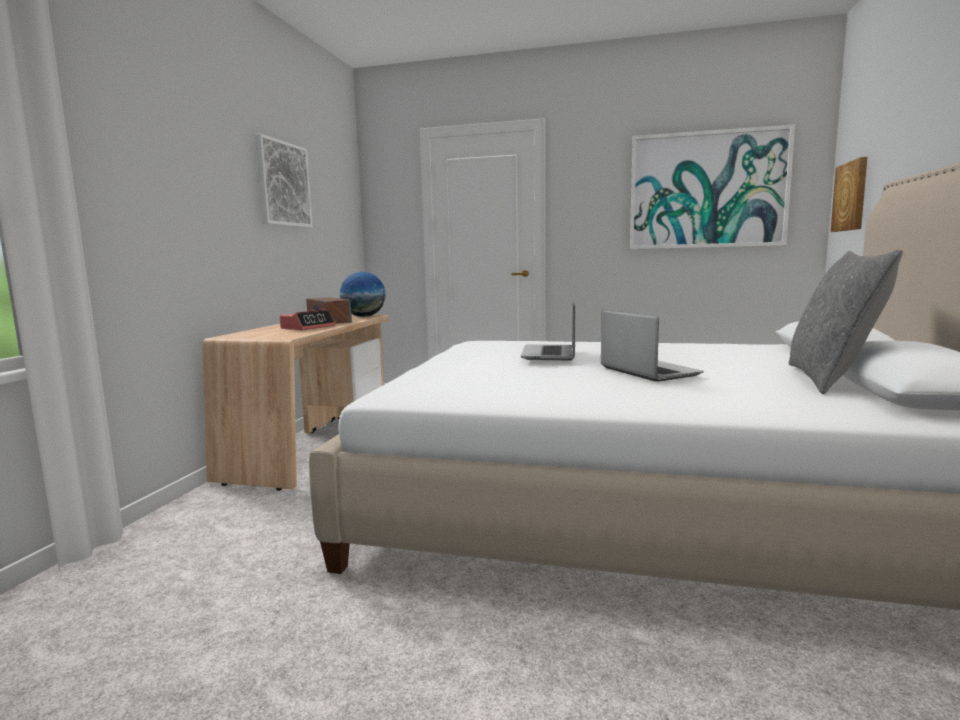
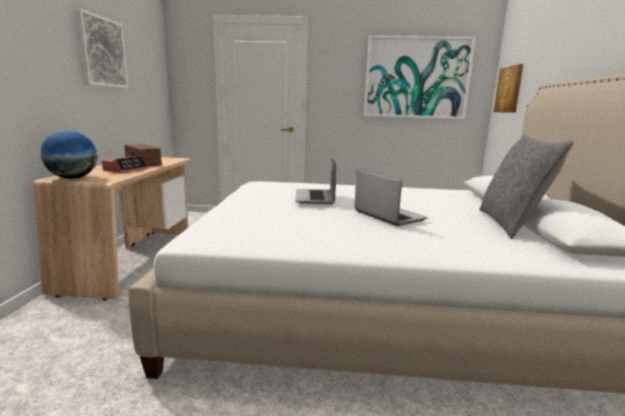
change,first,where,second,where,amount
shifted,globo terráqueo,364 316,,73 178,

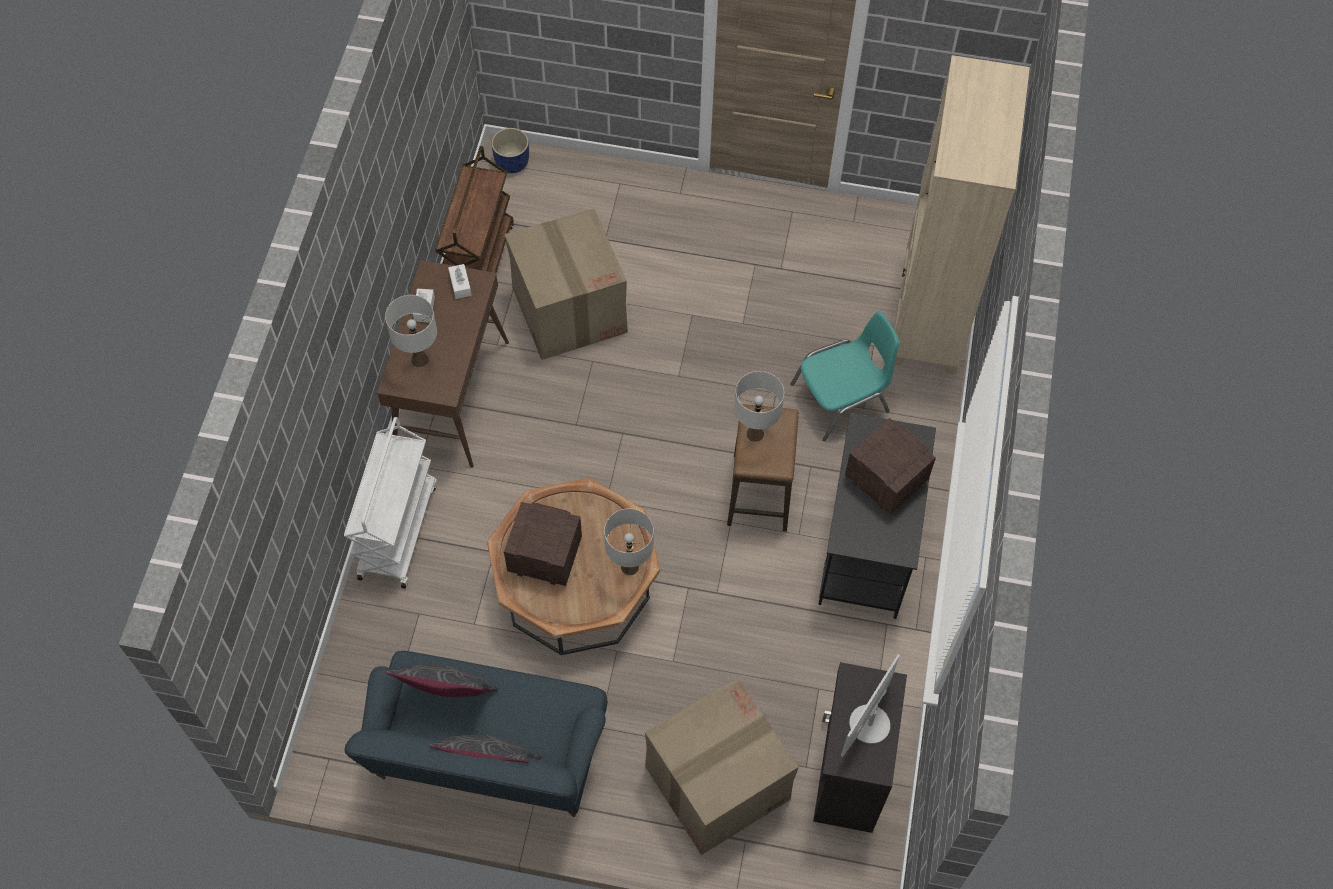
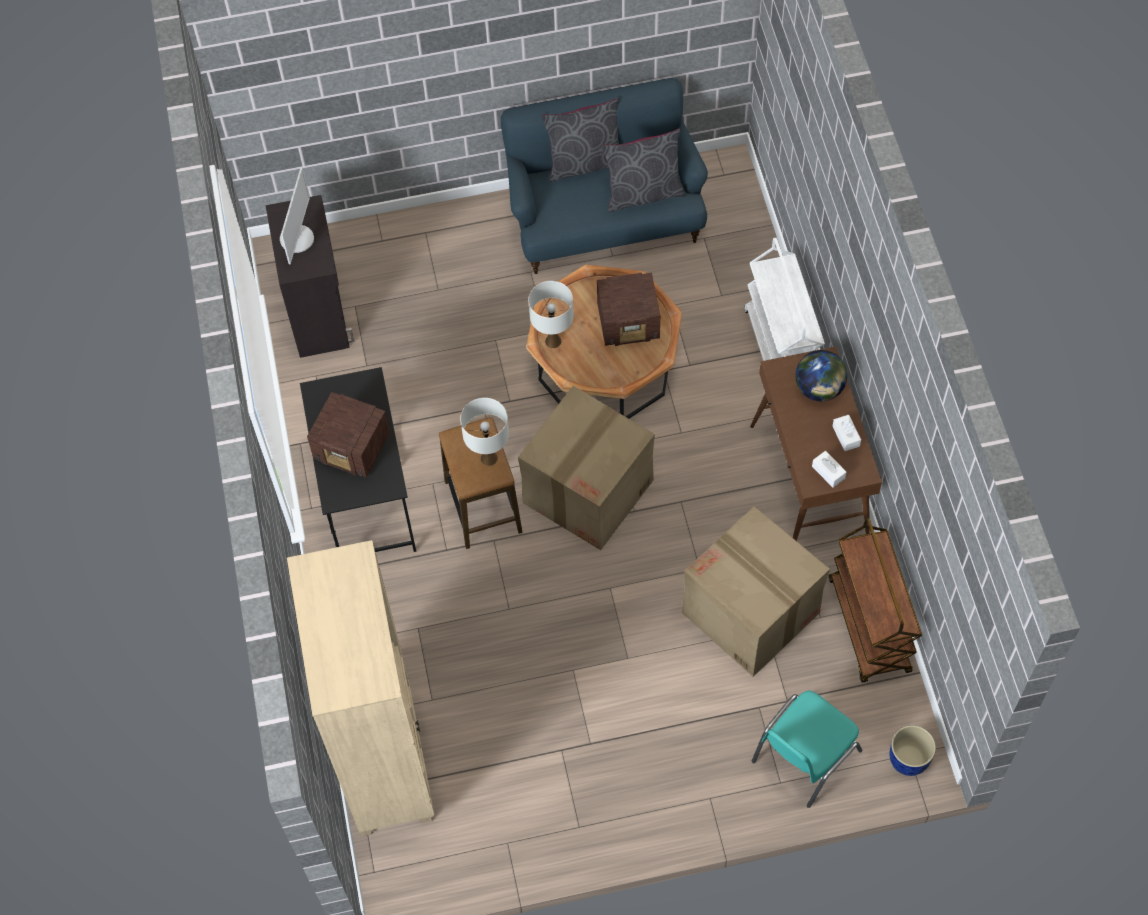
change,first,where,second,where,amount
shifted,caja de cartón,716 783,,588 490,
shifted,silla [turquesa],842 398,,804 756,
swapped,lámpara de mesa [blanco],419 359,globo terráqueo,819 389,

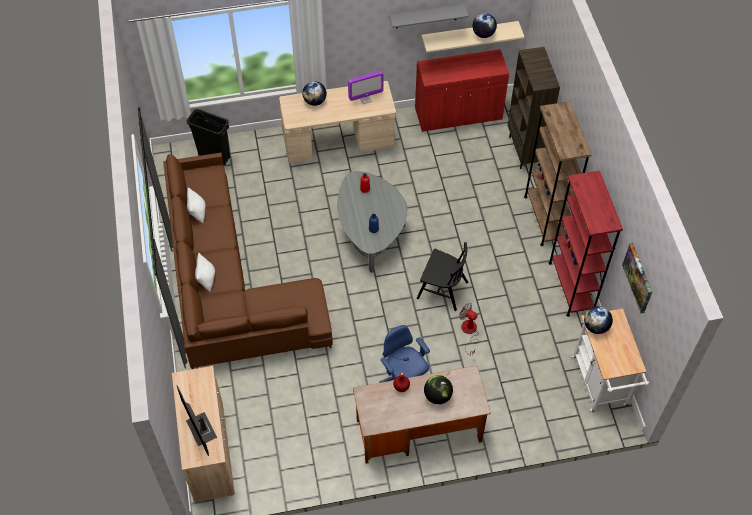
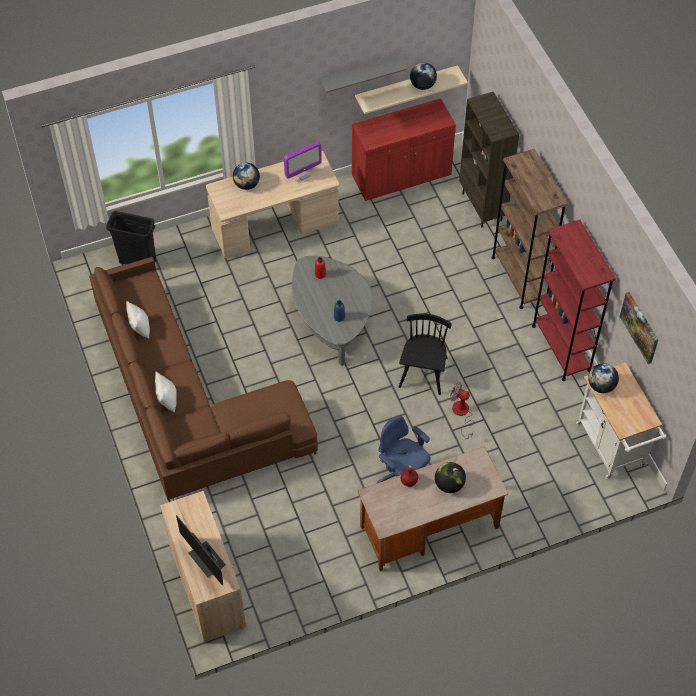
change,first,where,second,where,amount
rotated,silla [negro],442 290,,423 373,90 degrees counterclockwise

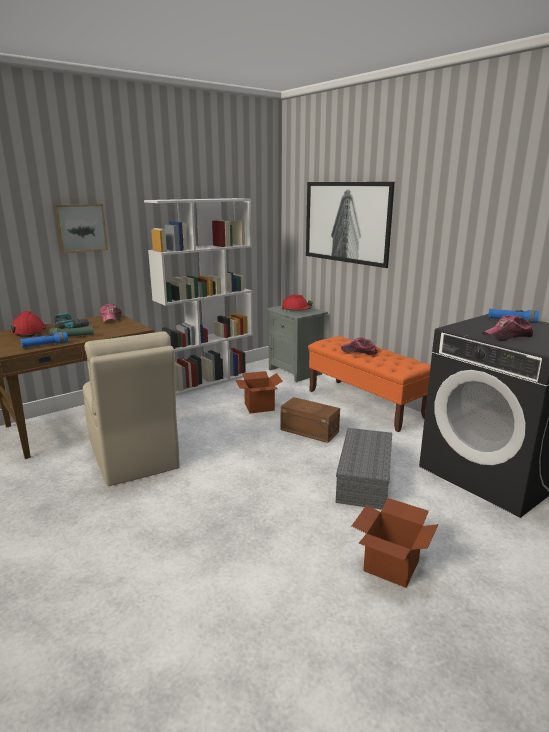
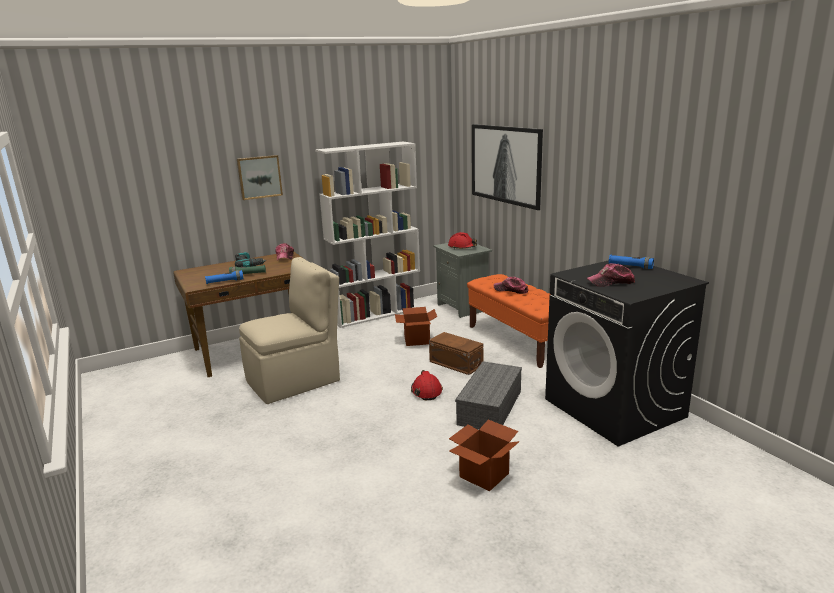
change,first,where,second,where,amount
rotated,silla [beis],134 458,,295 380,105 degrees counterclockwise
shifted,casco [rojo],29 332,,426 391,

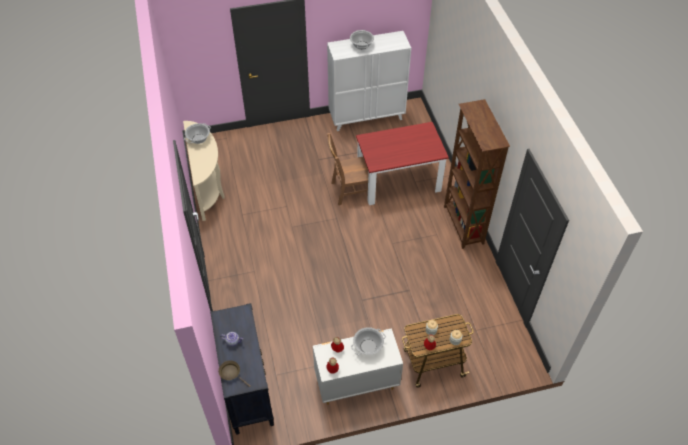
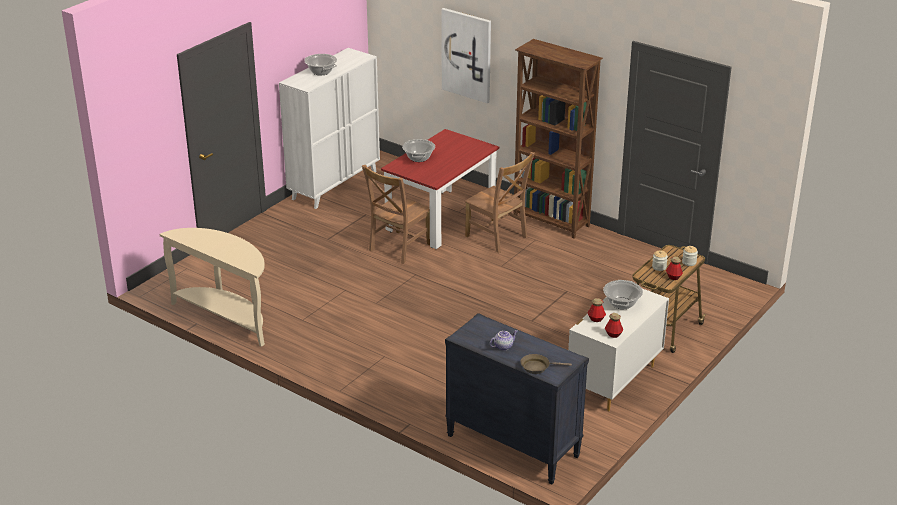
change,first,where,second,where,amount
shifted,olla,198 139,,419 158,
new,,,cuadro,467 55,
new,,,silla [marrón],497 237,

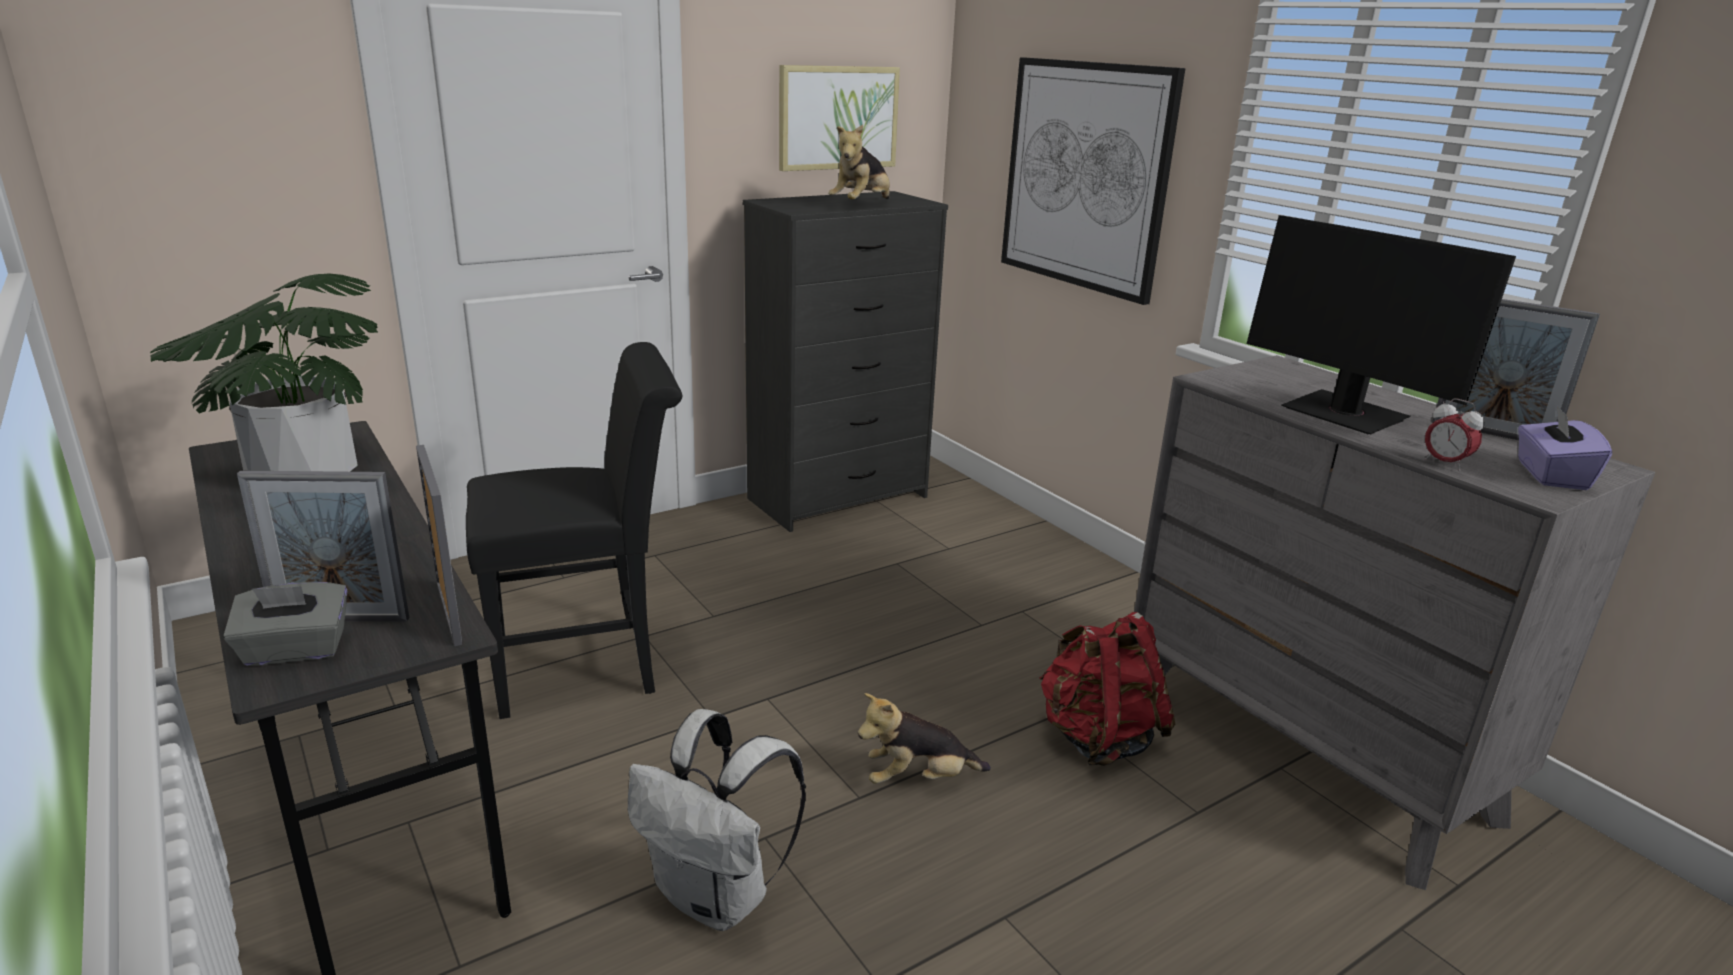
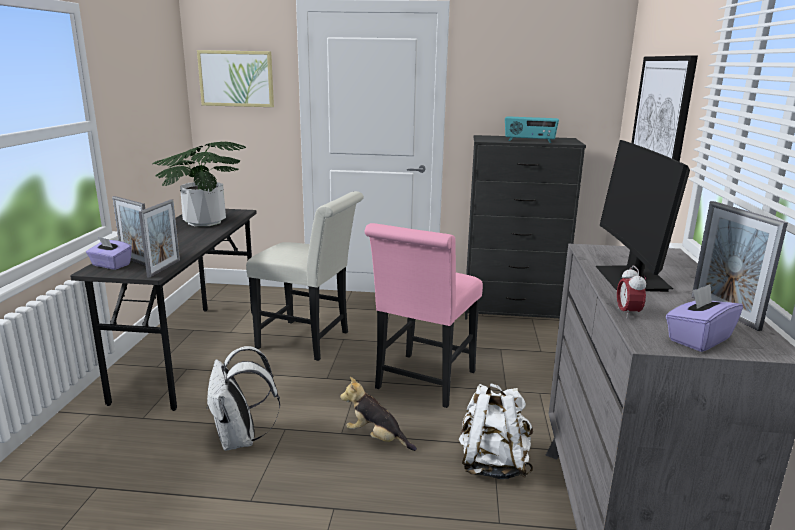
change,first,where,second,where,amount
repainted,caja de pañuelos [gris],295 650,caja de pañuelos [morado],110 265,
shifted,cuadro,838 117,,236 78,
repainted,silla [negro],588 663,silla [blanco],309 341,
new,,,silla [rosa],422 383,
repainted,mochila [rojo],1097 739,mochila [blanco],492 464,
swapped,peluche,861 205,radio,529 141,

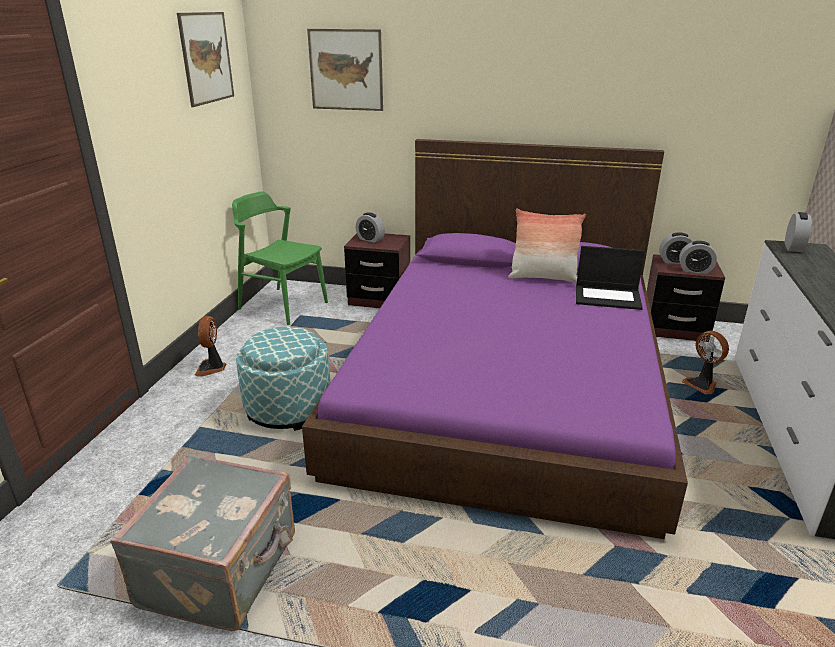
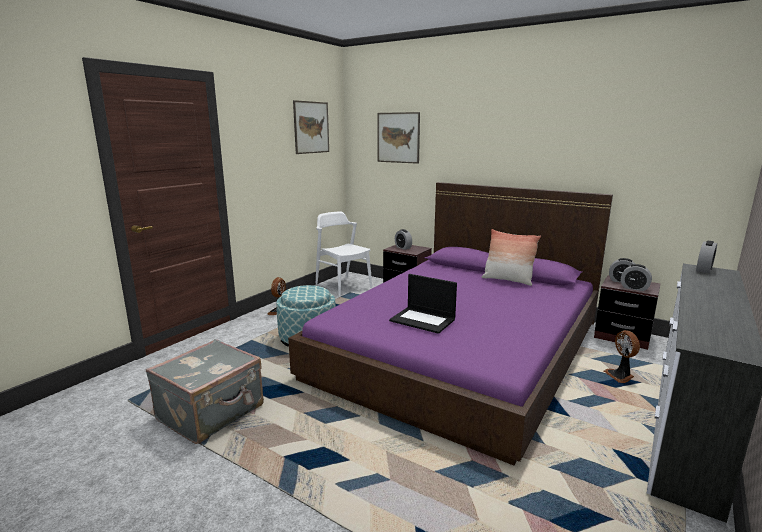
change,first,where,second,where,amount
repainted,silla [verde],283 305,silla [blanco],343 286,
shifted,portátil,608 297,,423 320,

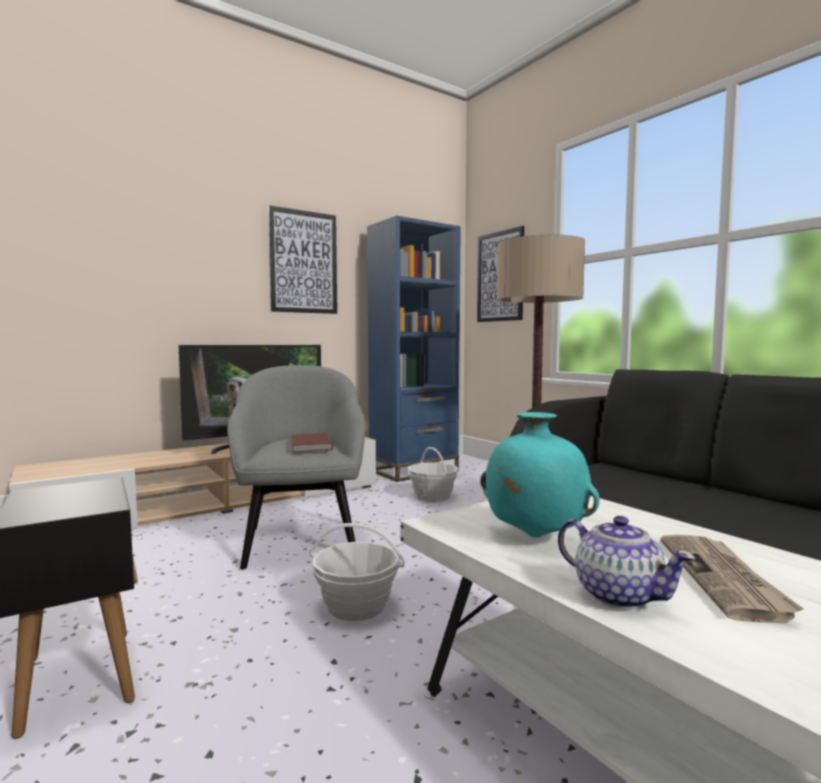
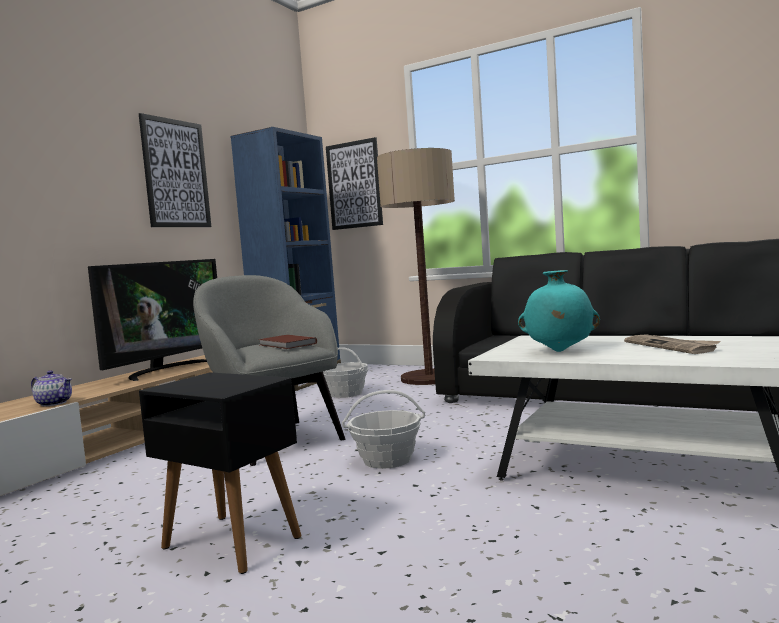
change,first,where,second,where,amount
shifted,tetera,617 595,,54 403,

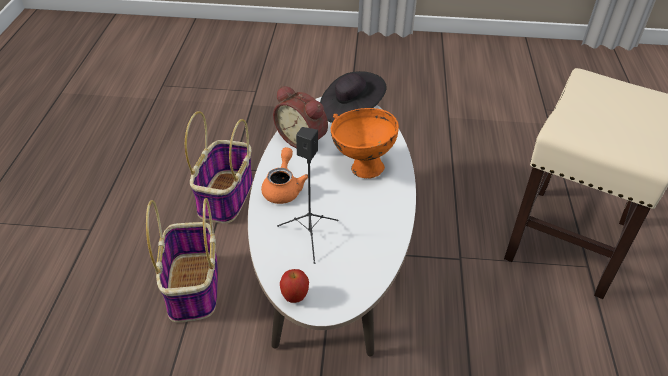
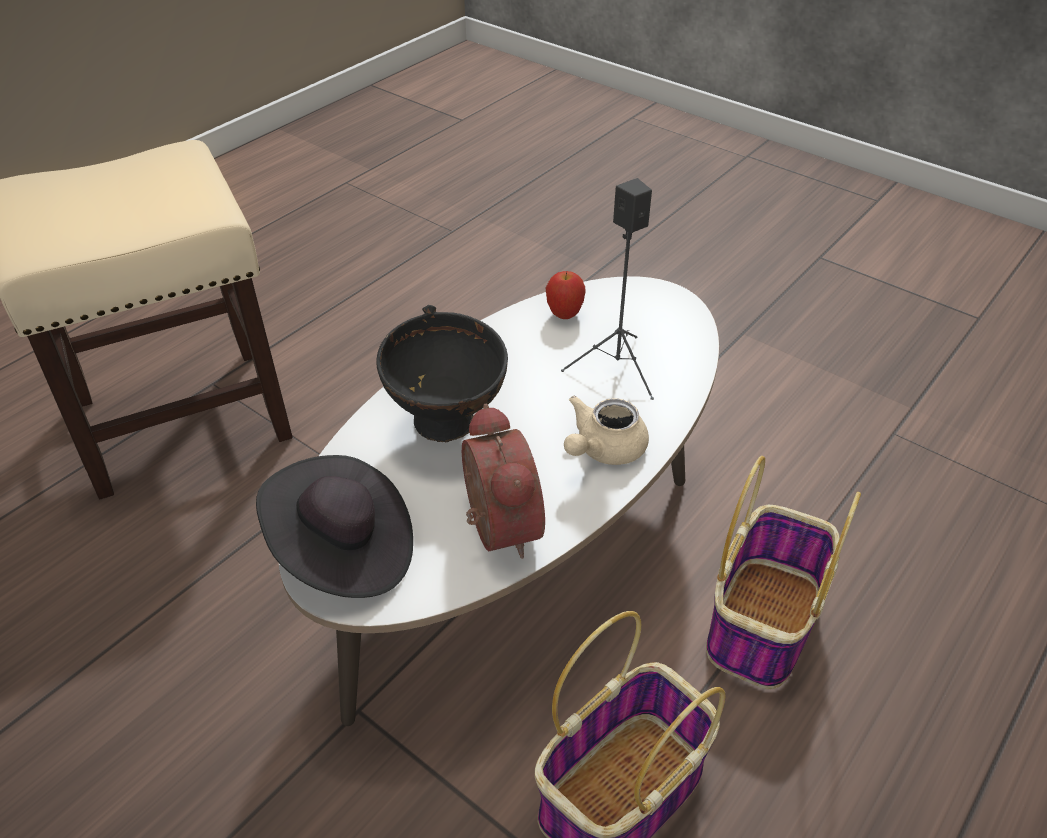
change,first,where,second,where,amount
repainted,cuenco [naranja],361 166,cuenco [negro],449 430,
shifted,manzana,294 297,,564 315,
repainted,tetera [naranja],283 188,tetera [beis],603 449,

